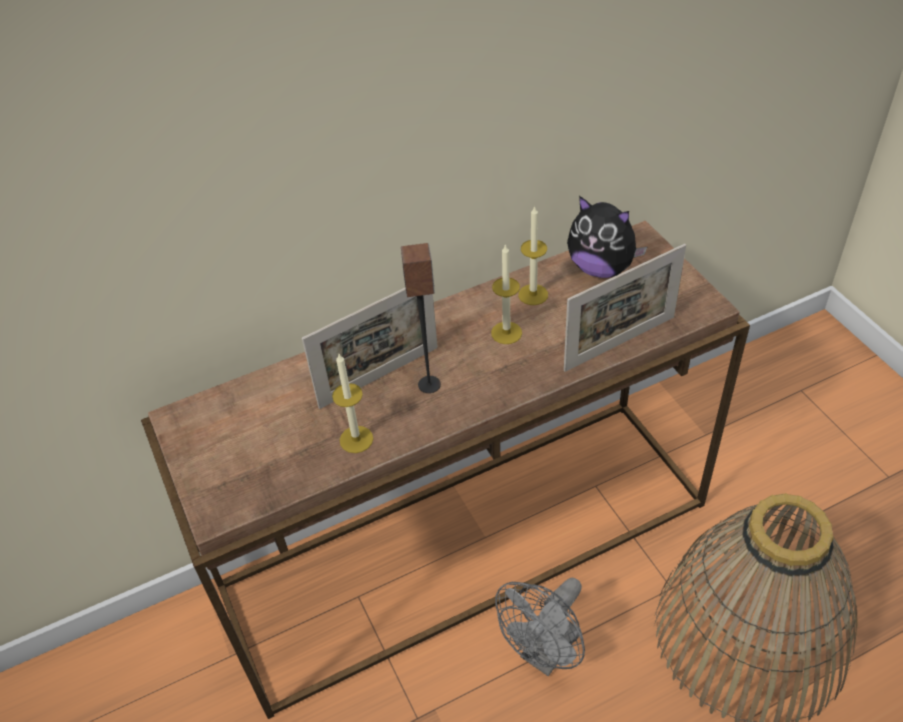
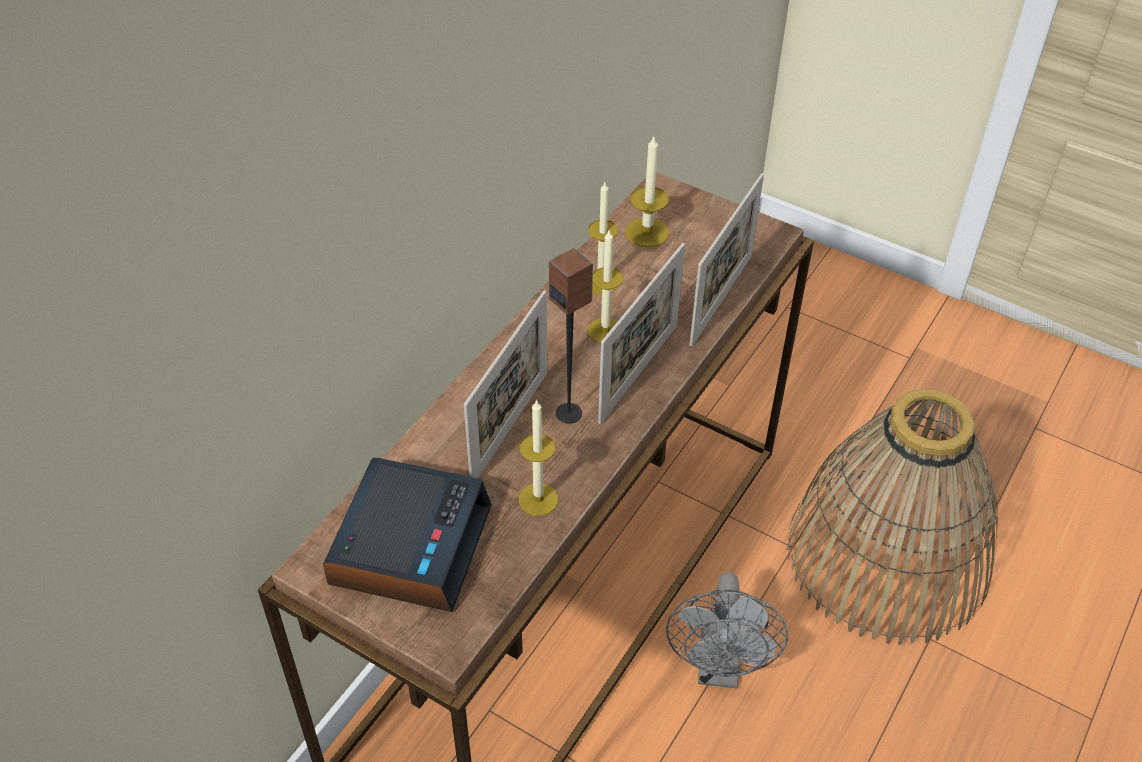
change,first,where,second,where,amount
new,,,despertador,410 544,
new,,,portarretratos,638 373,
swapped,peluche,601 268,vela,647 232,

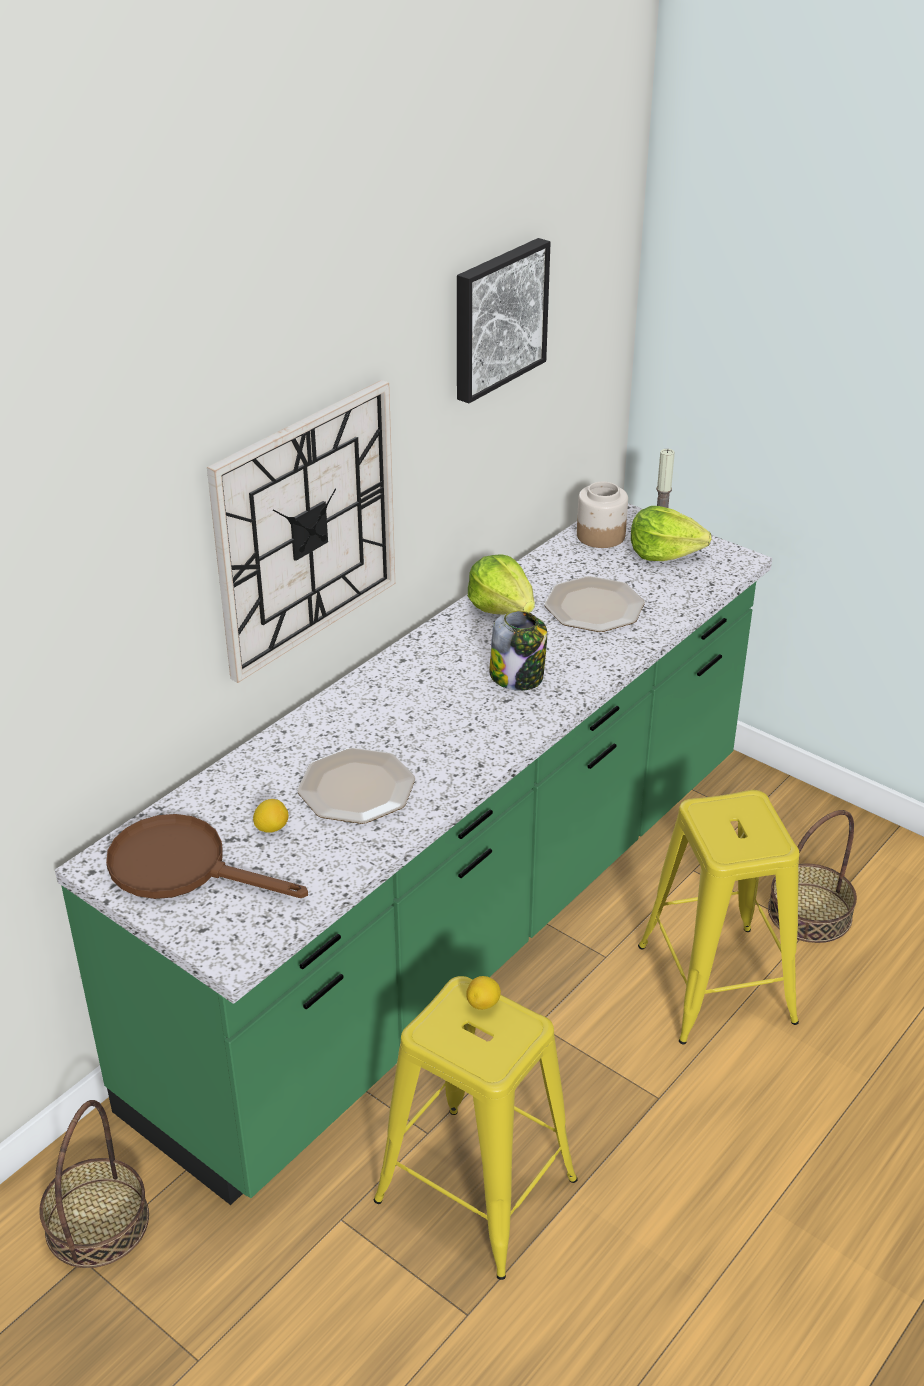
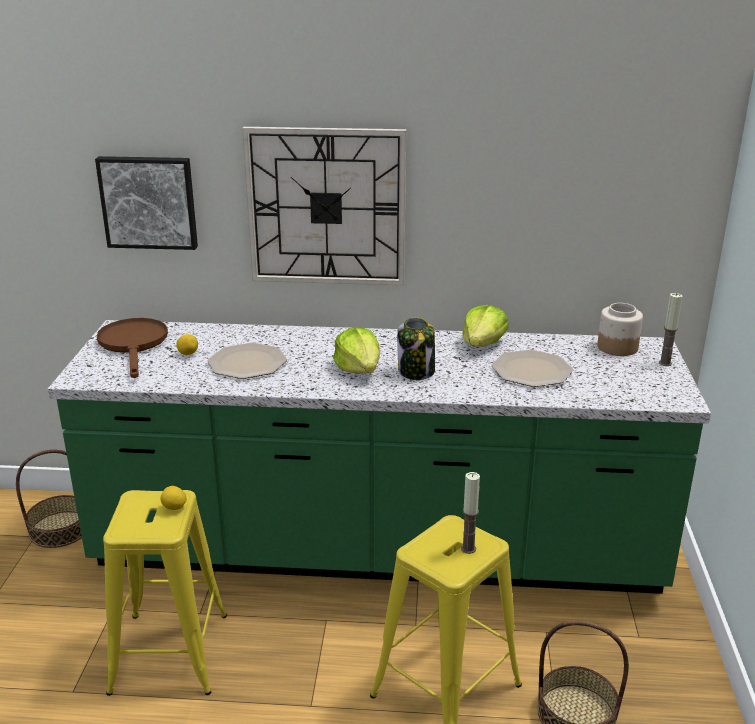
change,first,where,second,where,amount
shifted,cuadro,497 318,,149 202,
shifted,lechuga,664 552,,359 369,
new,,,vela,468 548,

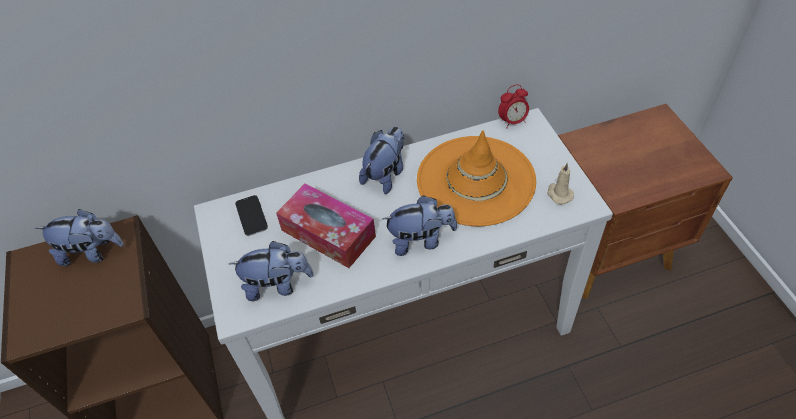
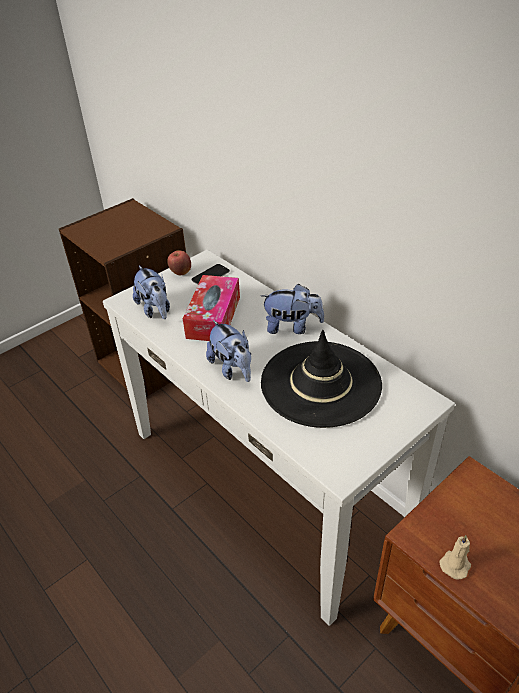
change,first,where,second,where,amount
new,,,manzana,180 273,
repainted,sombrero [naranja],475 180,sombrero [negro],321 383,
shifted,vela [beis],559 194,,455 564,
gone,peluche,92 252,,,
gone,despertador,512 121,,,

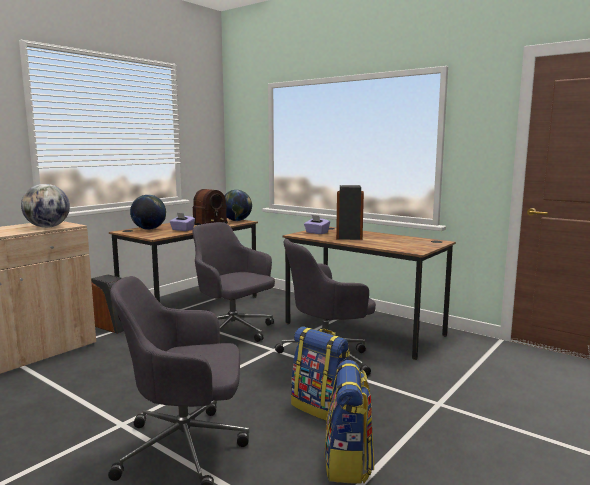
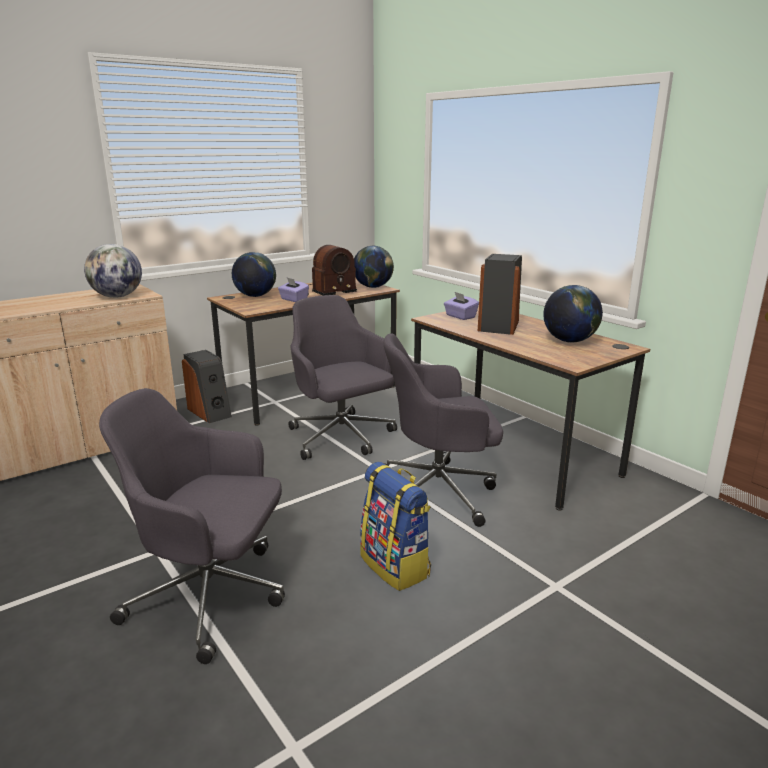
change,first,where,second,where,amount
new,,,globo terráqueo,569 341,
gone,mochila,348 463,,,

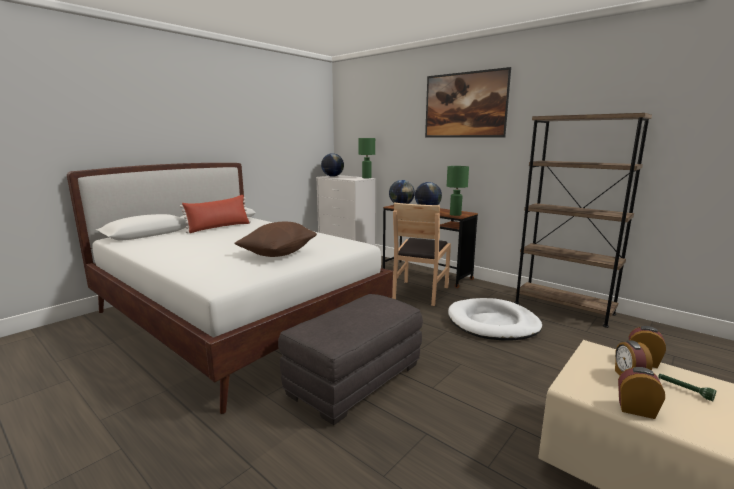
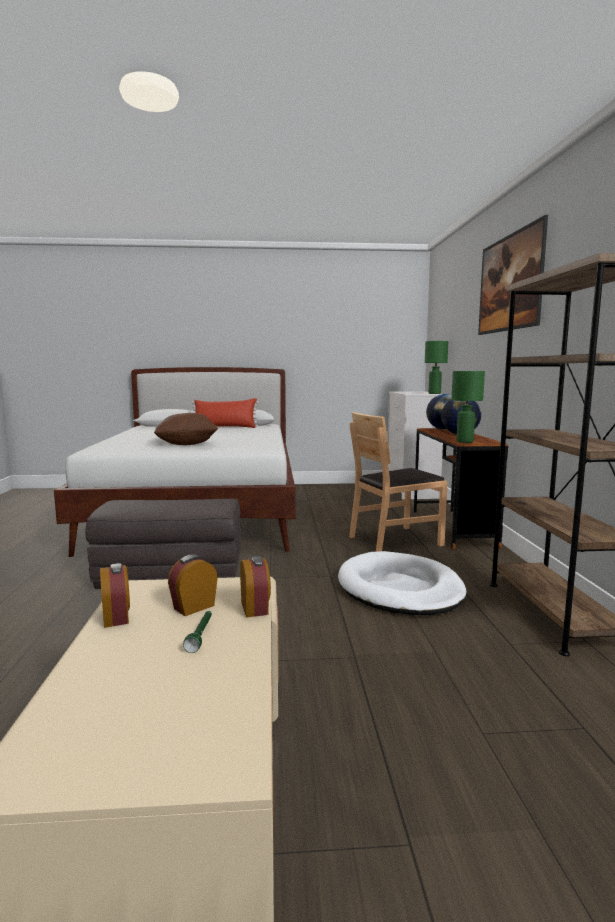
change,first,where,second,where,amount
gone,globo terráqueo,332 176,,,

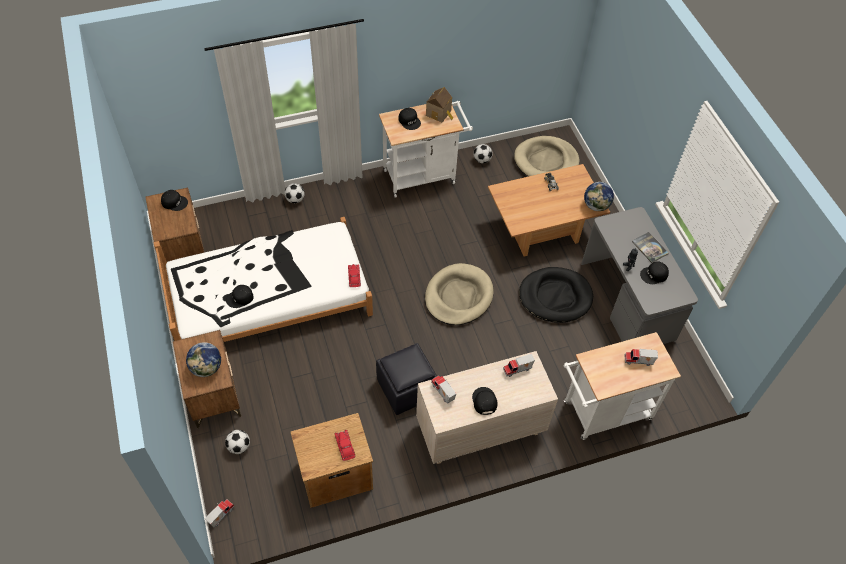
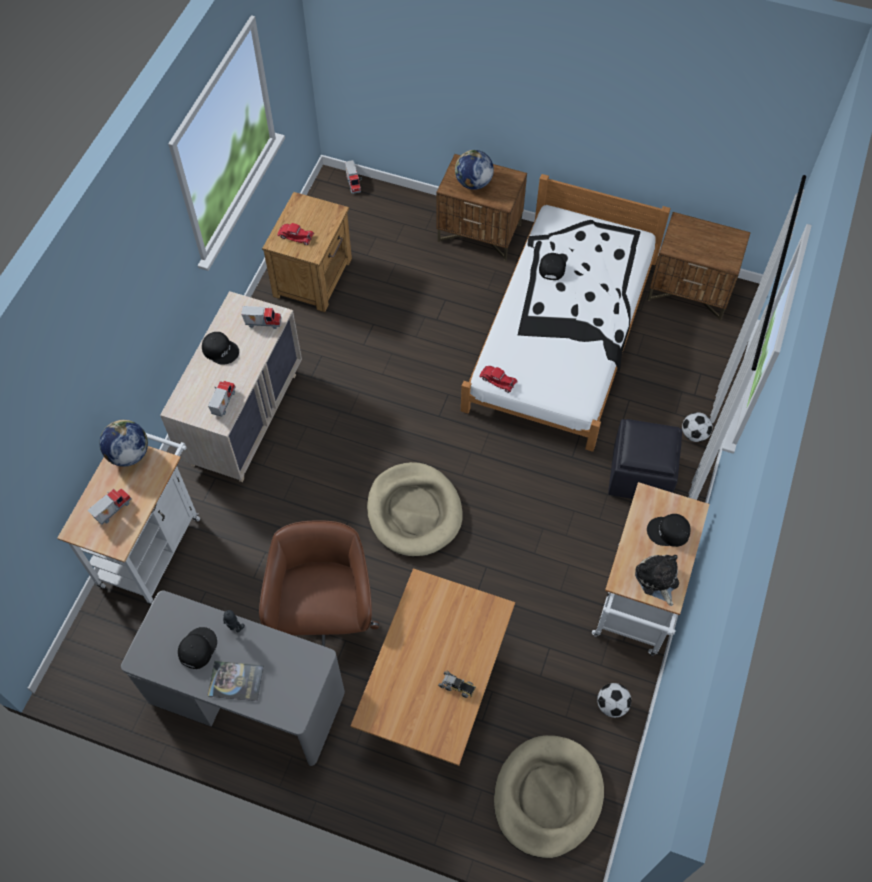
change,first,where,second,where,amount
shifted,globo terráqueo,596 206,,128 454,
swapped,cama para perro [negro],555 297,silla de oficina [marrón],325 617,
shifted,puf [negro],406 388,,641 475,
swapped,casita,439 113,peluche,657 580,
gone,gorra [negro],174 202,,,
gone,balón de fútbol,239 446,,,

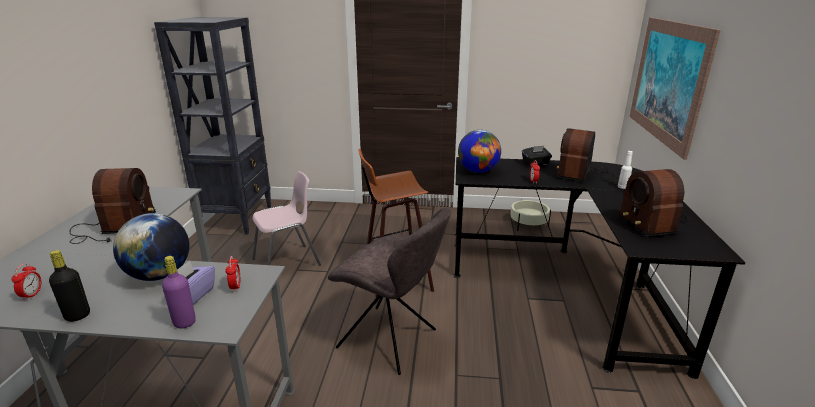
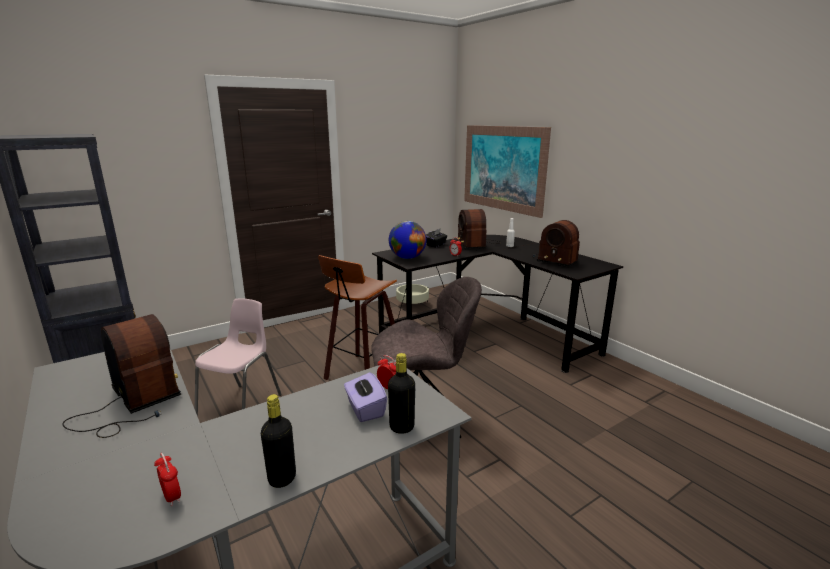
change,first,where,second,where,amount
repainted,botella [morado],184 322,botella [negro],402 427,
gone,globo terráqueo,159 275,,,

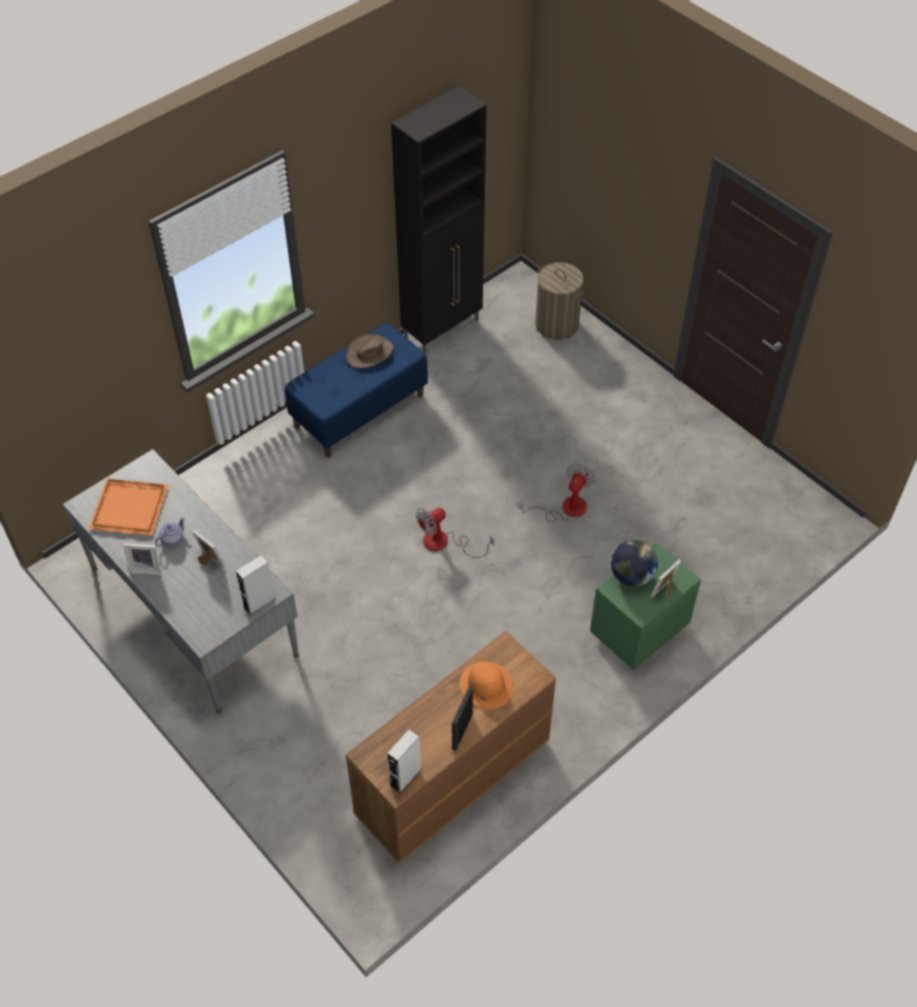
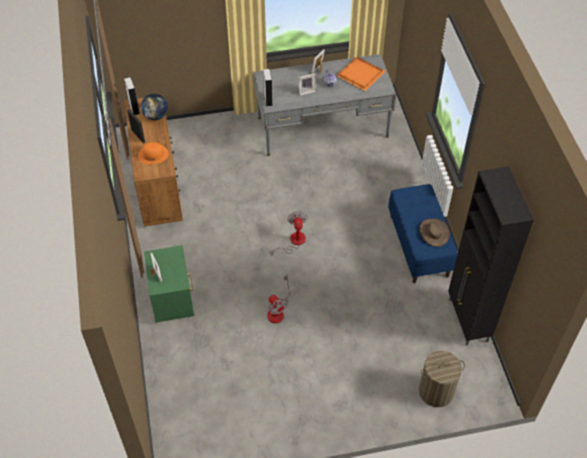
change,first,where,second,where,amount
shifted,globo terráqueo,631 576,,156 116,

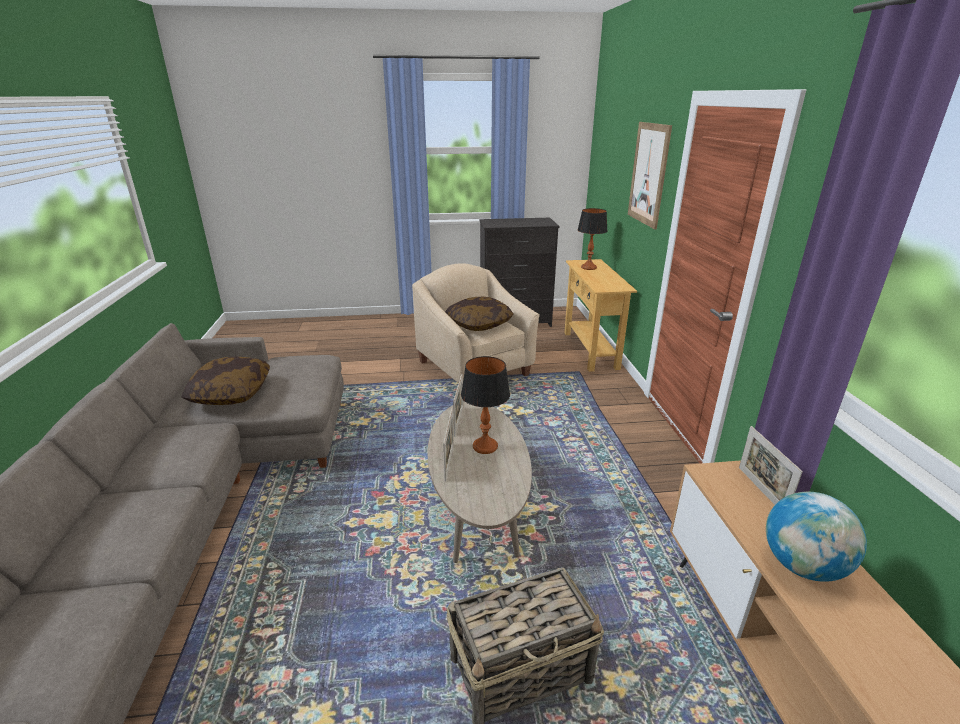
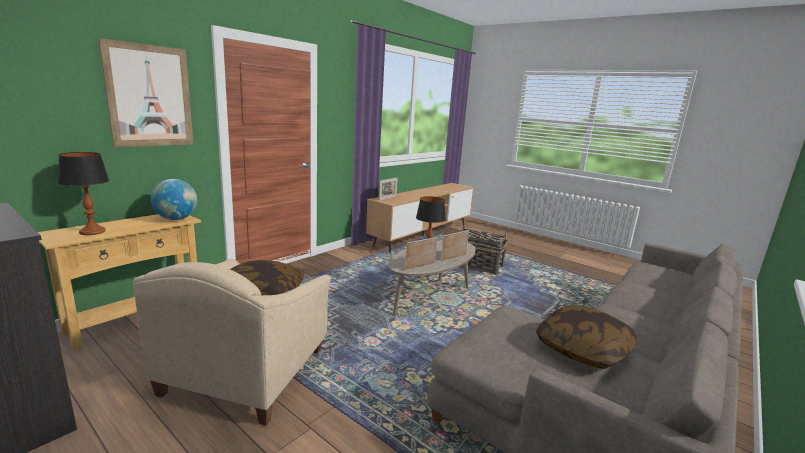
change,first,where,second,where,amount
shifted,globo terráqueo,802 566,,176 219,

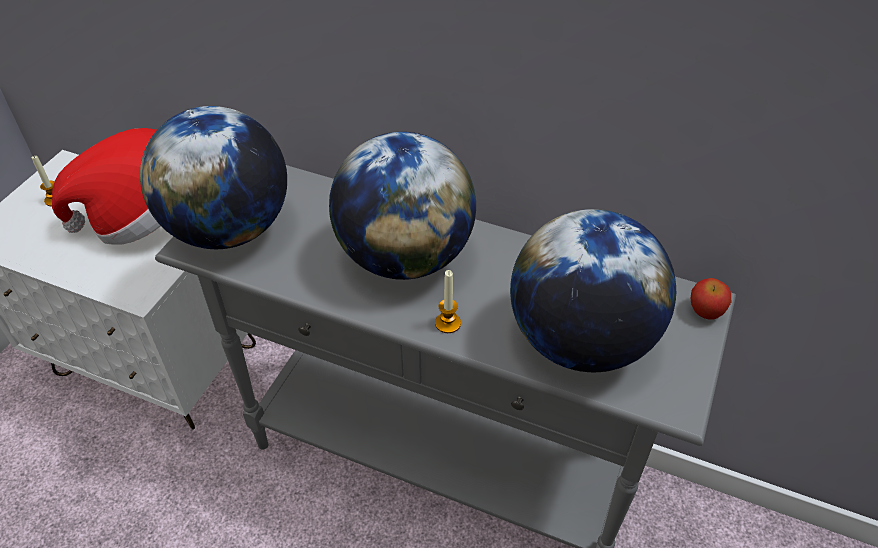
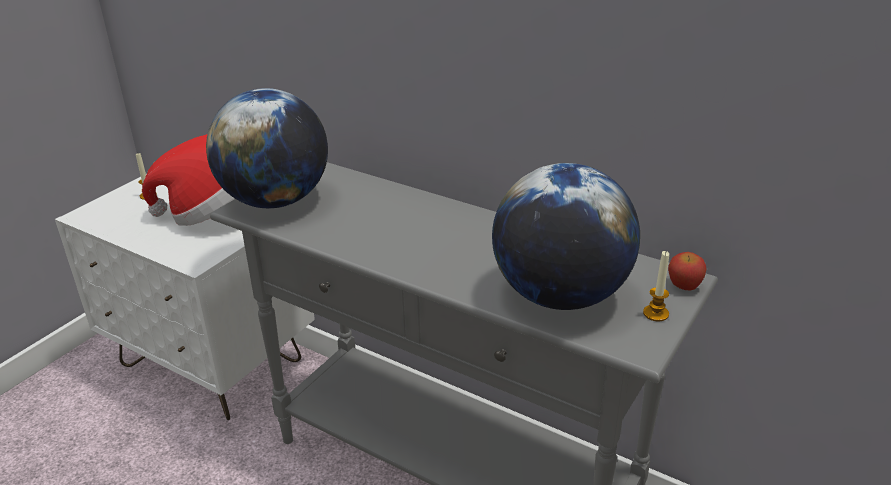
change,first,where,second,where,amount
shifted,vela,448 323,,655 313,
gone,globo terráqueo,405 257,,,

